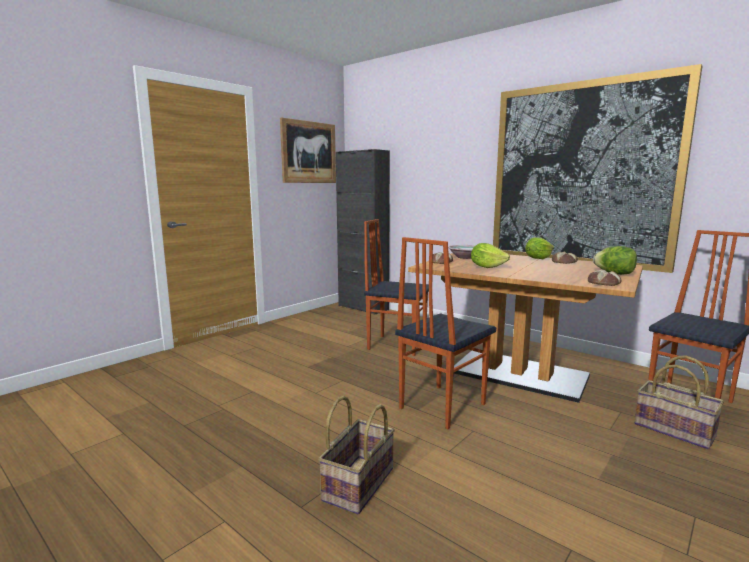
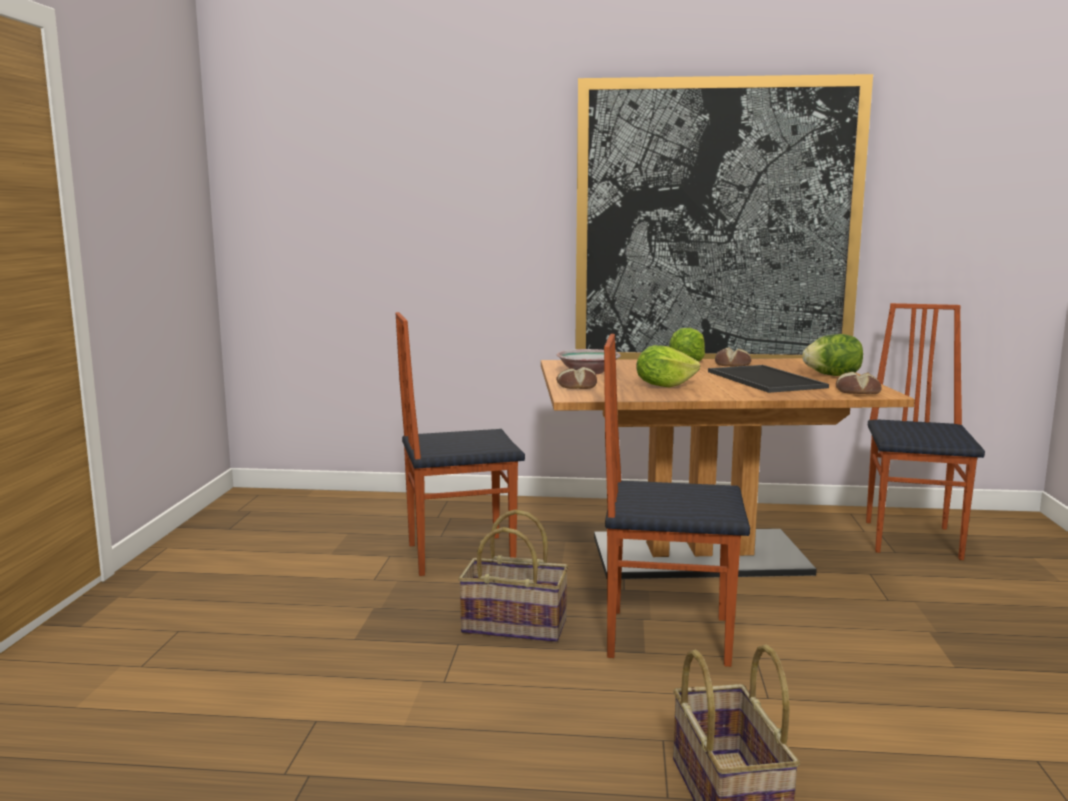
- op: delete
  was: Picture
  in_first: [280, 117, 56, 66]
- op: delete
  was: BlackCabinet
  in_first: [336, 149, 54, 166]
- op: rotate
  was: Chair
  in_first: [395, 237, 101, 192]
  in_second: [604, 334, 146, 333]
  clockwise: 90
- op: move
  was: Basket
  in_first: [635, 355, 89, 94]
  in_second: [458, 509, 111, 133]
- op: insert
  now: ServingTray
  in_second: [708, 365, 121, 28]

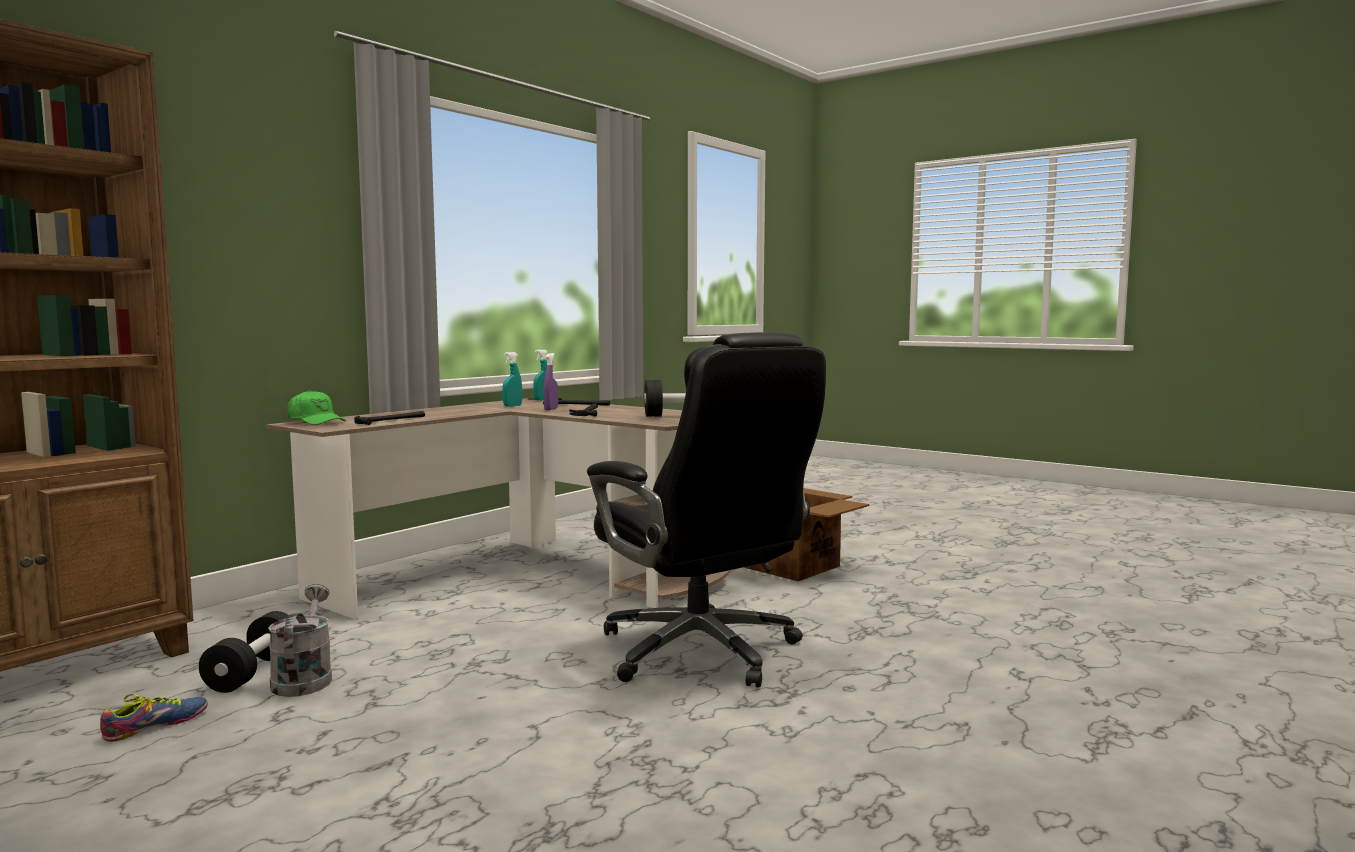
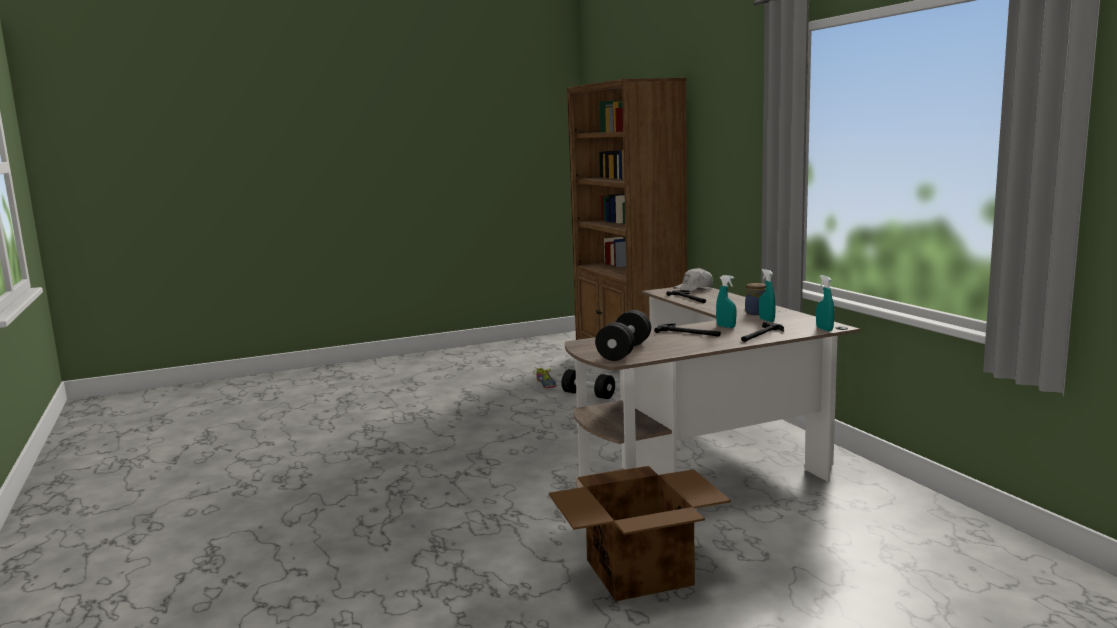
- op: delete
  was: BlackOfficeChair
  in_first: [587, 332, 239, 356]
- op: recolor
  was: PurplishSprayBottle
  now: TurquoiseSprayBottle
  in_first: [543, 353, 15, 57]
  in_second: [716, 275, 21, 53]
- op: recolor
  was: GreenColouredCap
  now: WhiteColouredCap
  in_first: [288, 390, 58, 35]
  in_second: [673, 268, 40, 24]
- op: delete
  was: GreySprinklingCan
  in_first: [268, 584, 64, 113]
- op: insert
  now: StorageJar
  in_second: [745, 283, 21, 32]

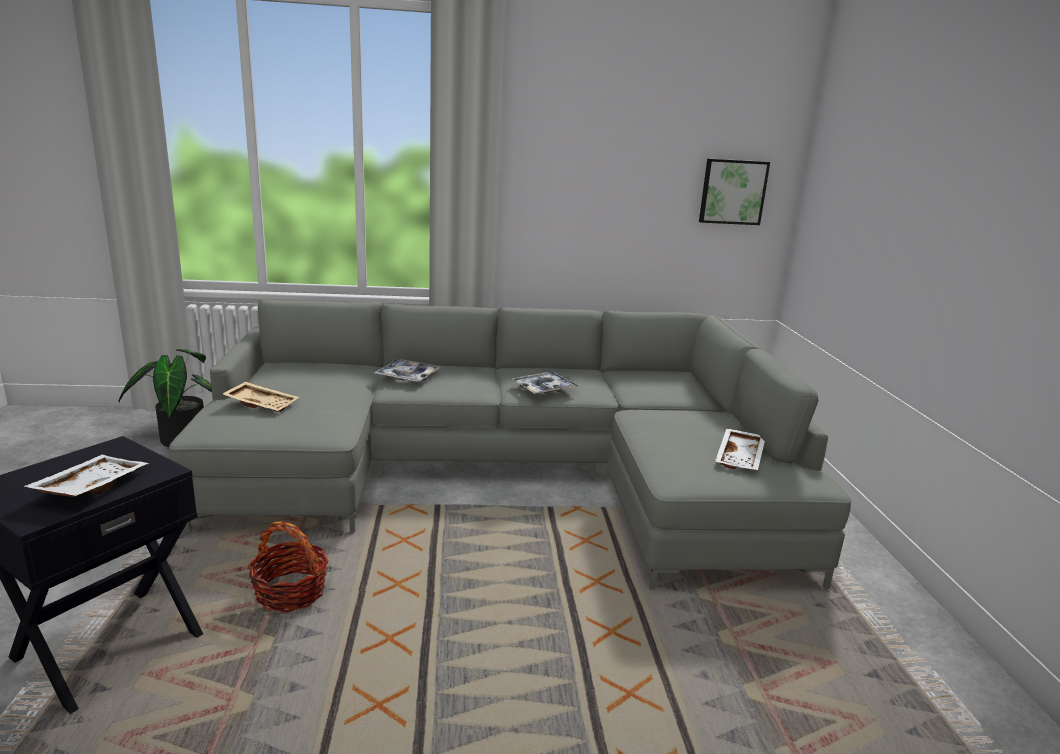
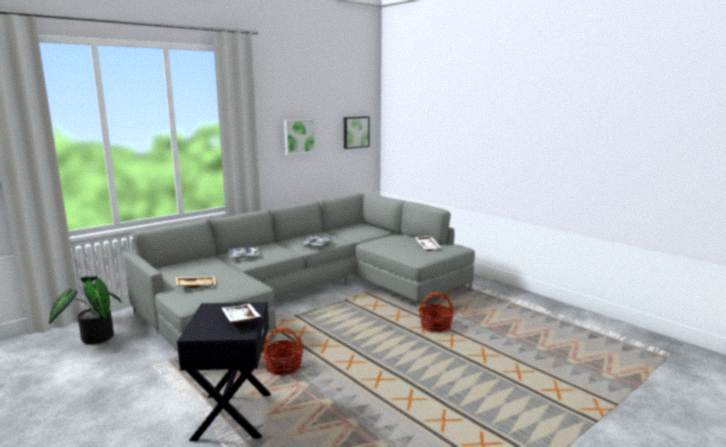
- op: insert
  now: Picture
  in_second: [284, 119, 31, 36]
- op: insert
  now: Basket
  in_second: [418, 292, 36, 41]

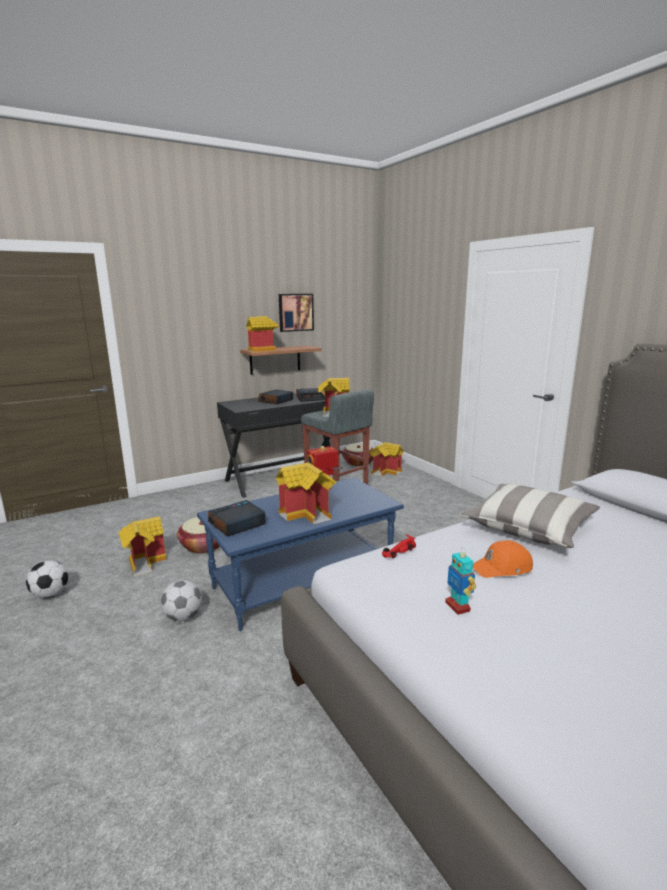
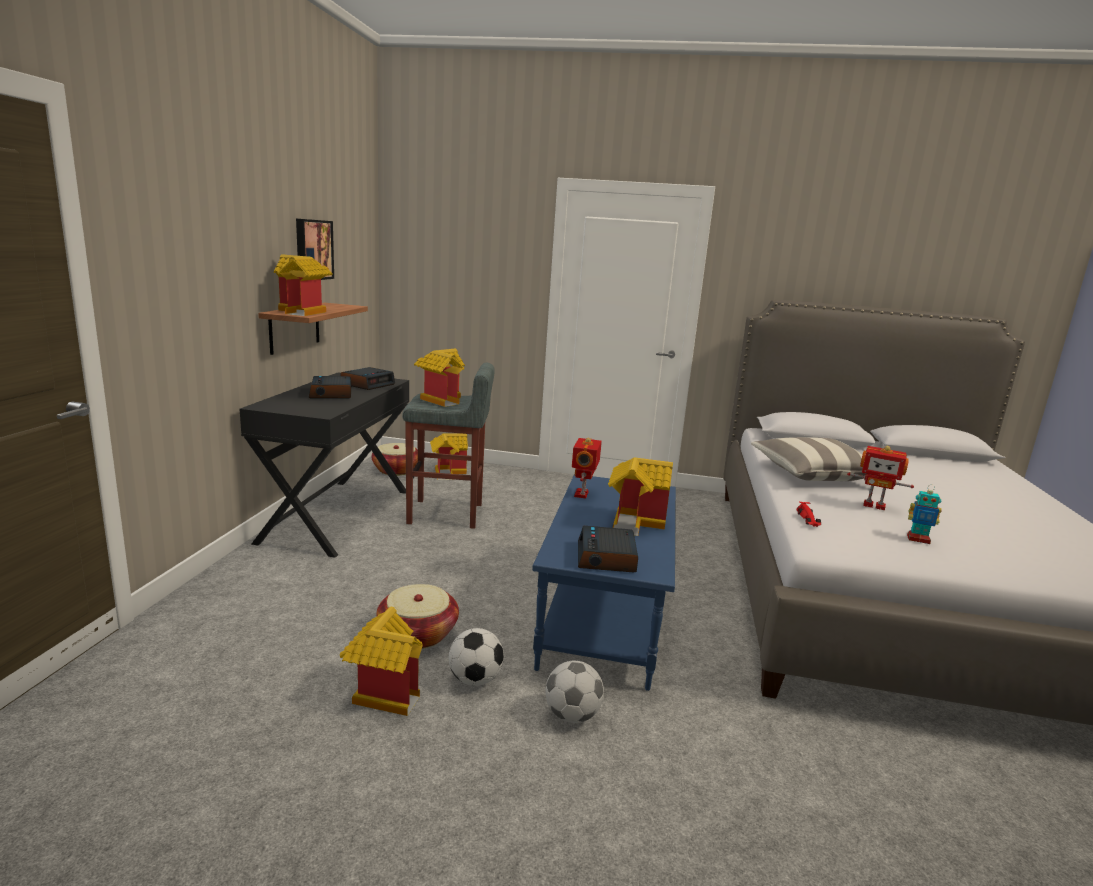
- op: replace
  was: OrangeyCap
  now: ModelRobot
  in_first: [473, 540, 60, 38]
  in_second: [847, 446, 67, 64]
- op: move
  was: FootballBall
  in_first: [26, 560, 42, 38]
  in_second: [449, 628, 55, 58]

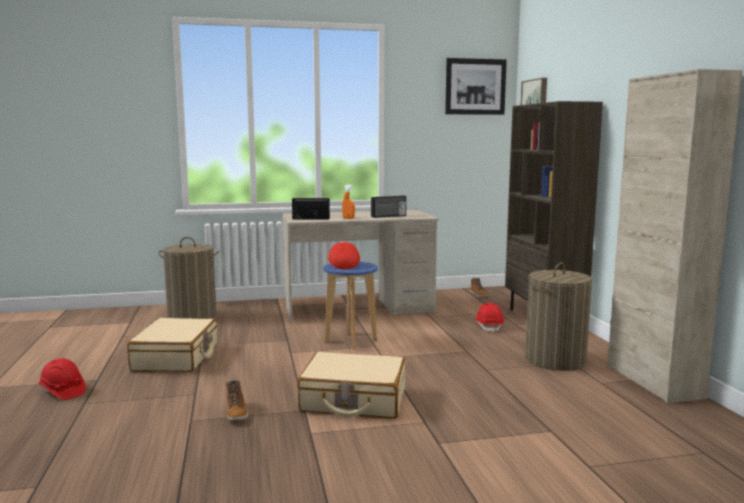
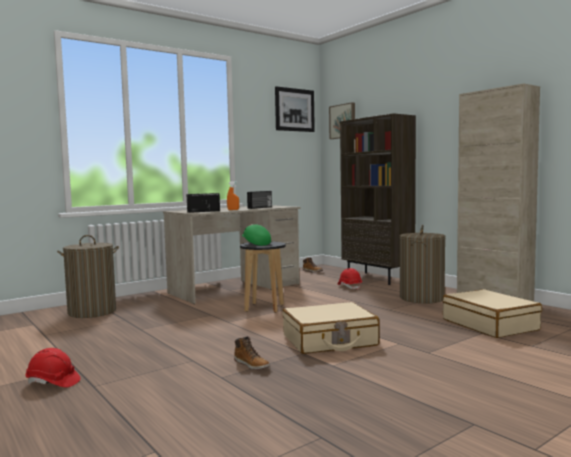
- op: recolor
  was: RedColouredCap
  now: GreenColouredCap
  in_first: [328, 242, 32, 27]
  in_second: [242, 224, 29, 22]
- op: recolor
  was: BlueColouredStool
  now: BlackStool
  in_first: [323, 262, 55, 87]
  in_second: [240, 241, 46, 72]
- op: move
  was: SandColouredSuitcase
  in_first: [127, 318, 90, 54]
  in_second: [443, 289, 99, 49]

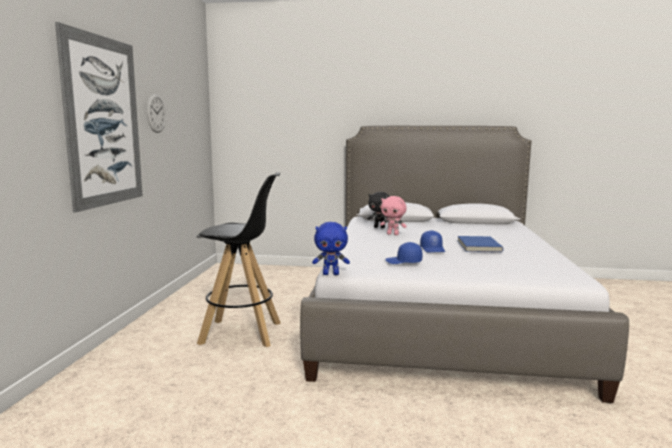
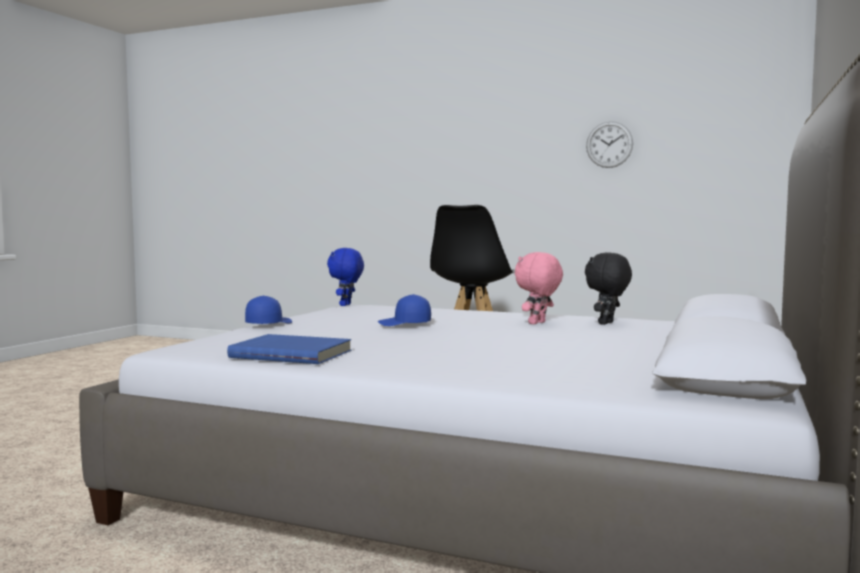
- op: delete
  was: Picture
  in_first: [55, 22, 88, 190]
- op: move
  was: BlueColouredVolume
  in_first: [458, 236, 45, 16]
  in_second: [227, 334, 124, 30]
- op: move
  was: BlueColouredCap
  in_first: [385, 242, 38, 22]
  in_second: [245, 295, 47, 29]

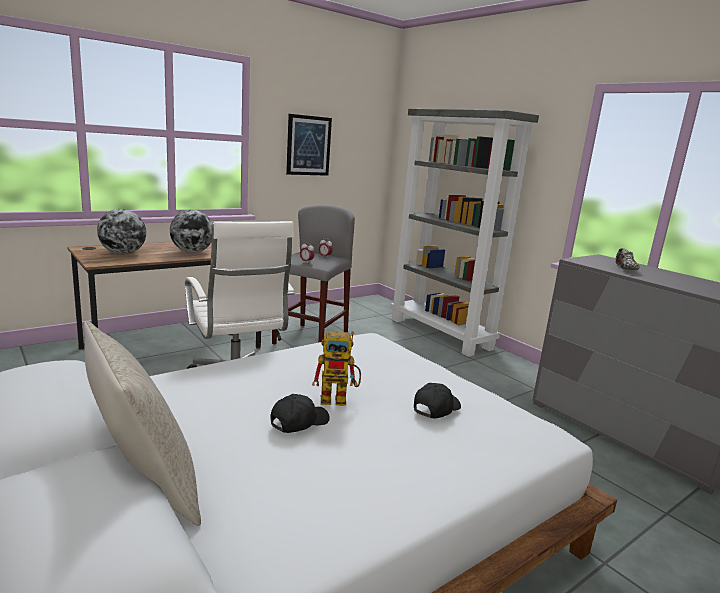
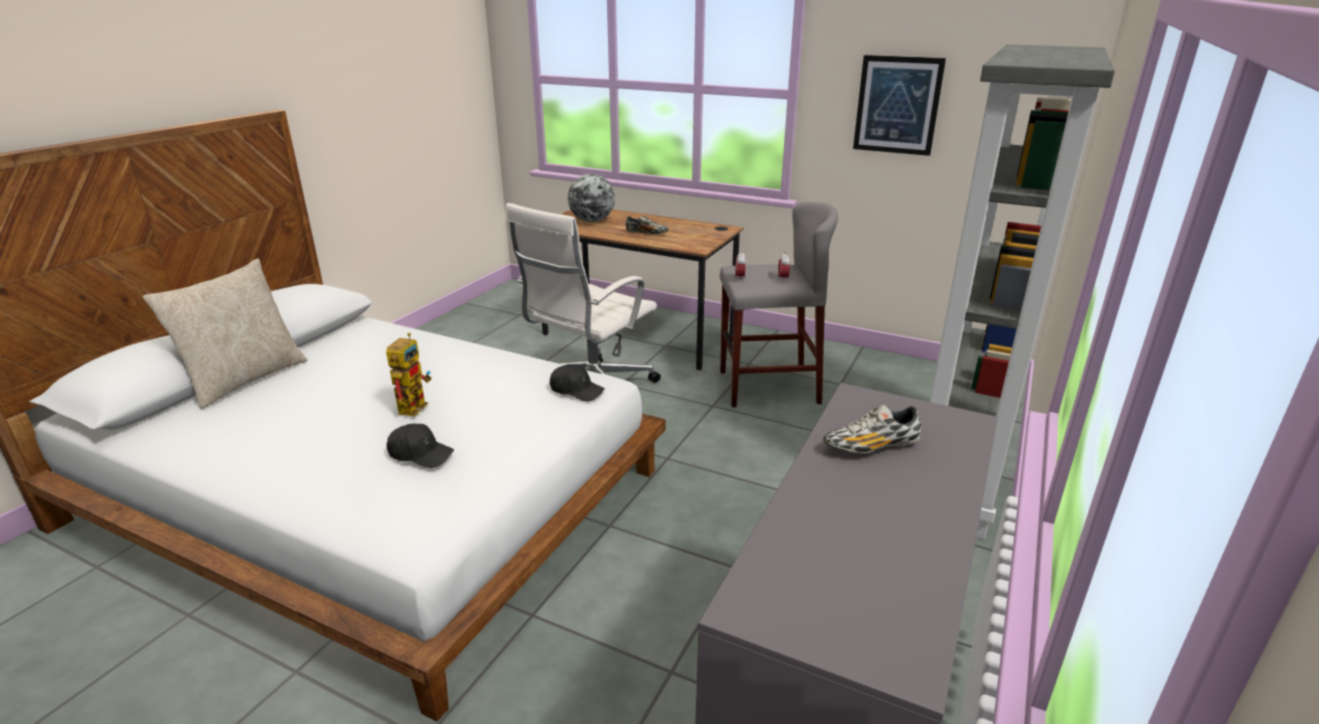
- op: replace
  was: DeskGlobe
  now: LowShoe
  in_first: [170, 210, 43, 43]
  in_second: [626, 216, 43, 18]
- op: rotate
  was: ModelRobot
  in_first: [312, 331, 49, 75]
  in_second: [386, 333, 46, 84]
  clockwise: -135
- op: move
  was: BlackCap
  in_first: [270, 394, 59, 39]
  in_second: [550, 364, 55, 38]

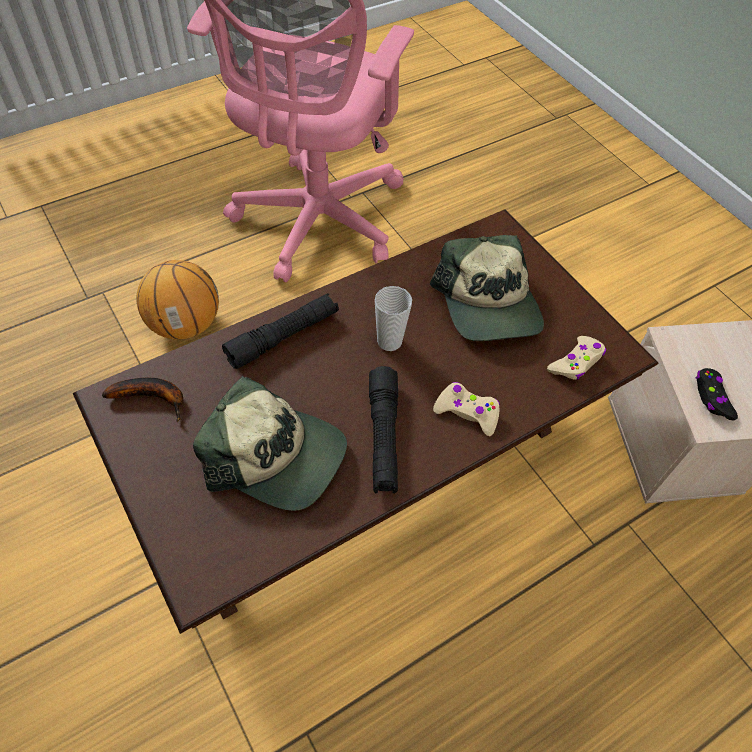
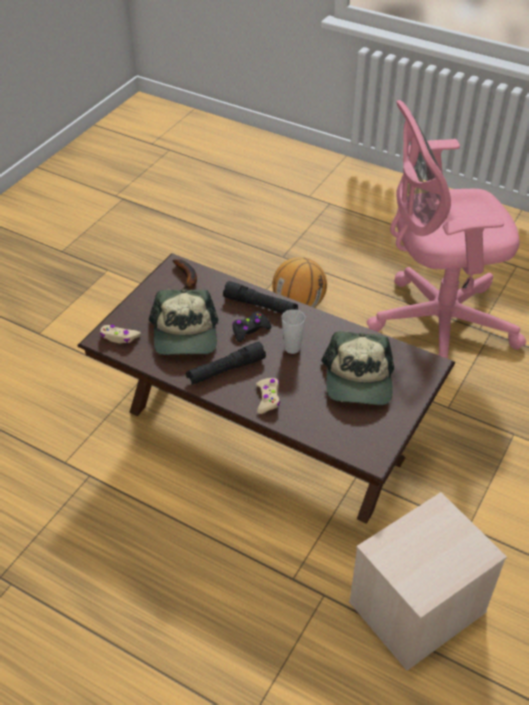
- op: rotate
  was: Cap
  in_first: [430, 235, 114, 106]
  in_second: [321, 332, 73, 73]
  clockwise: -45
- op: move
  was: SandColouredGamepad
  in_first: [547, 336, 59, 43]
  in_second: [100, 325, 41, 18]
- op: move
  was: BlackGamepad
  in_first: [696, 368, 42, 52]
  in_second: [232, 312, 39, 30]

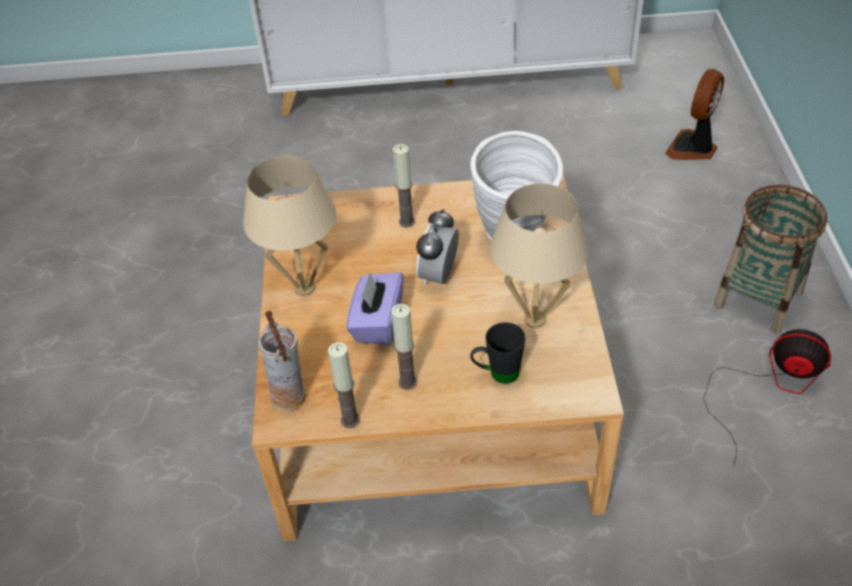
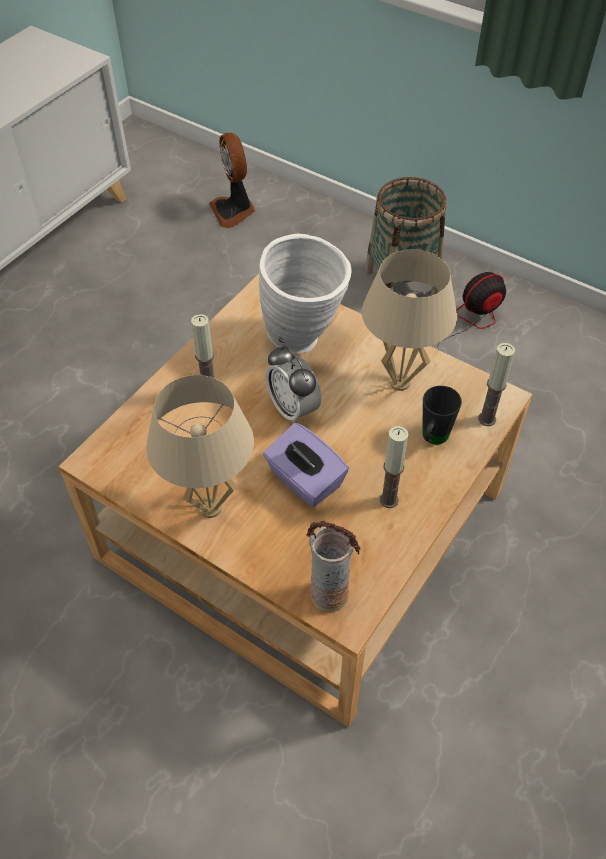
- op: move
  was: WaxLight
  in_first: [328, 342, 32, 86]
  in_second: [478, 343, 37, 83]

